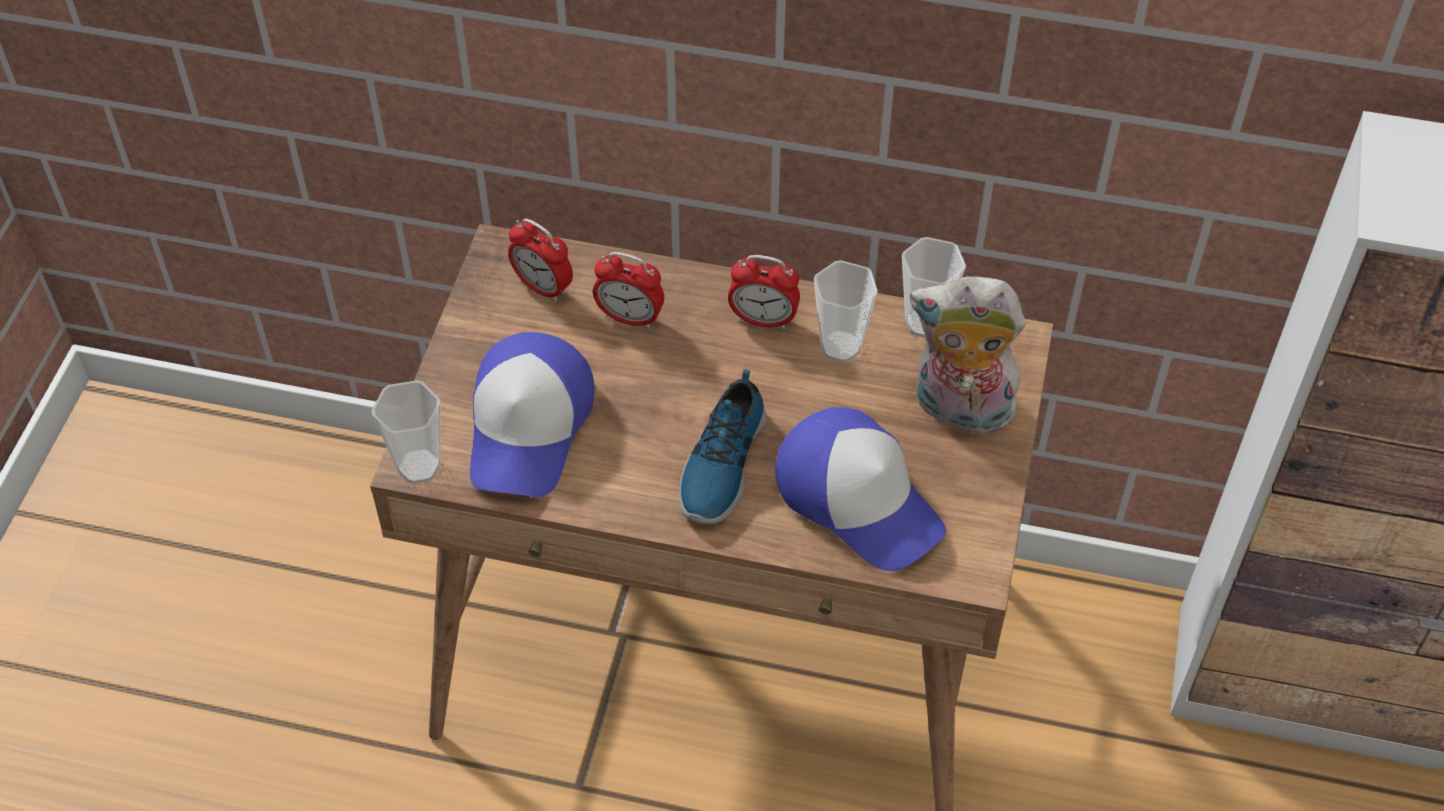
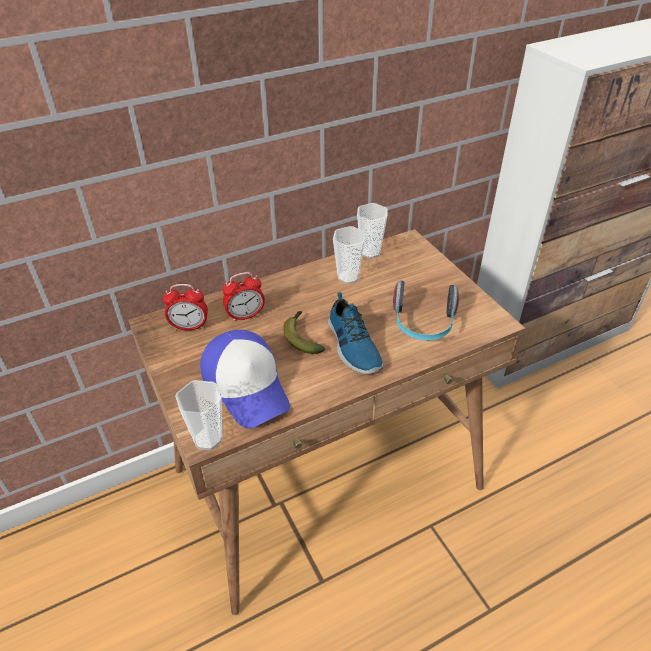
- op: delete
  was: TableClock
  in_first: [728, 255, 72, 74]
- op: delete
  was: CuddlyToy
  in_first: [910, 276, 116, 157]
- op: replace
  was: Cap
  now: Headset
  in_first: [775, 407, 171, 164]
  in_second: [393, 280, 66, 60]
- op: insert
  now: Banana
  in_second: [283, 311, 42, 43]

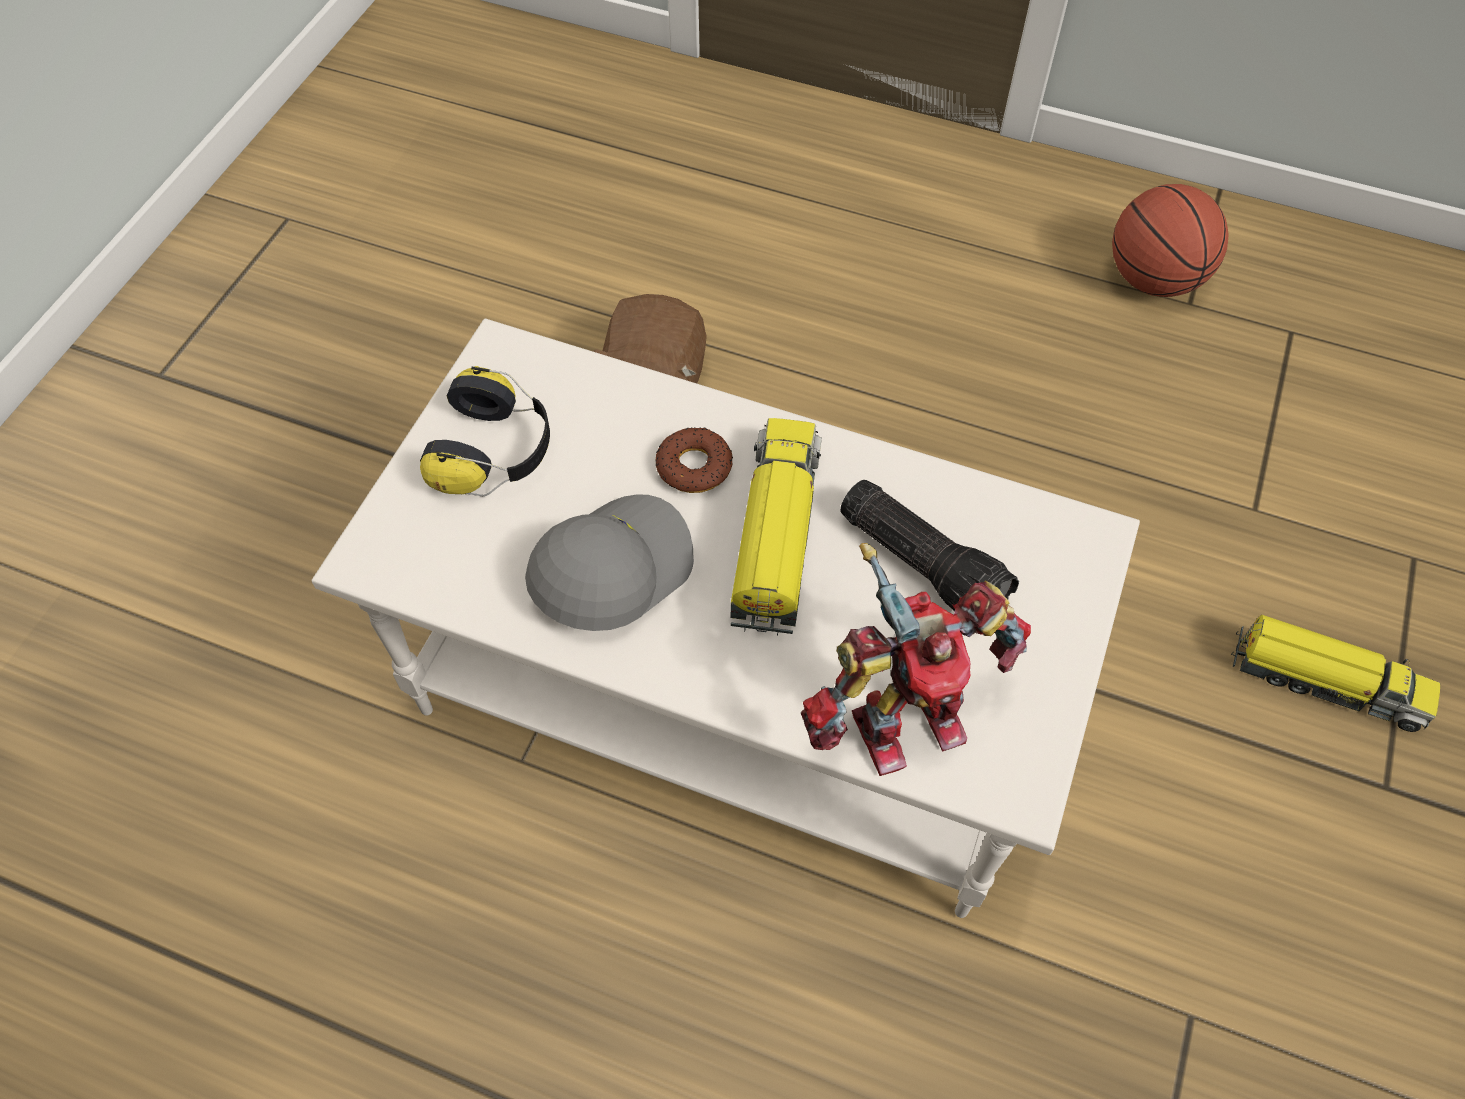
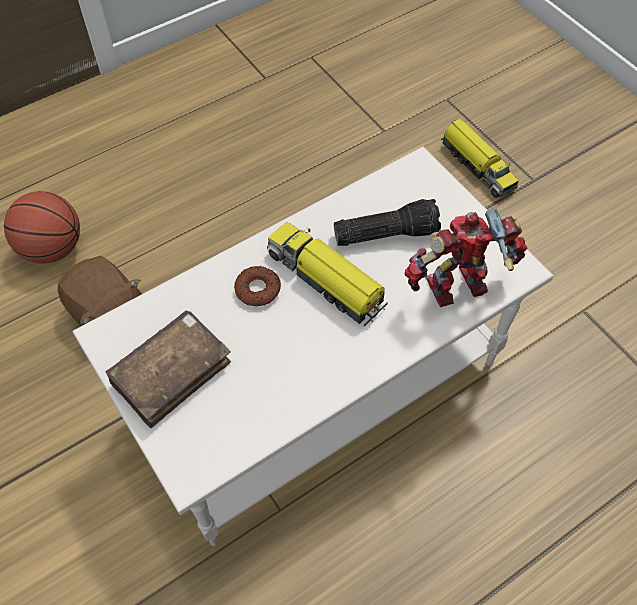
- op: move
  was: BasketballBall
  in_first: [1112, 184, 117, 113]
  in_second: [4, 191, 76, 73]
- op: replace
  was: Headset
  now: BrownColouredVolume
  in_first: [420, 366, 130, 130]
  in_second: [105, 311, 126, 117]
- op: delete
  was: GreyCap
  in_first: [525, 494, 169, 137]
- op: rotate
  was: ModelRobot
  in_first: [801, 543, 230, 233]
  in_second: [404, 208, 123, 99]
  clockwise: -120
- op: rotate
  was: ToyLorry
  in_first: [1231, 615, 209, 117]
  in_second: [441, 119, 78, 79]
  clockwise: 90

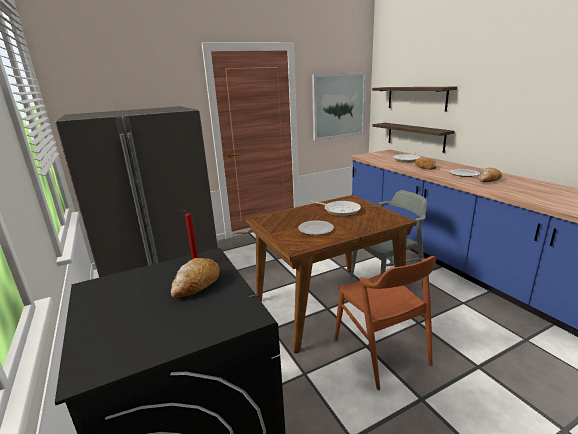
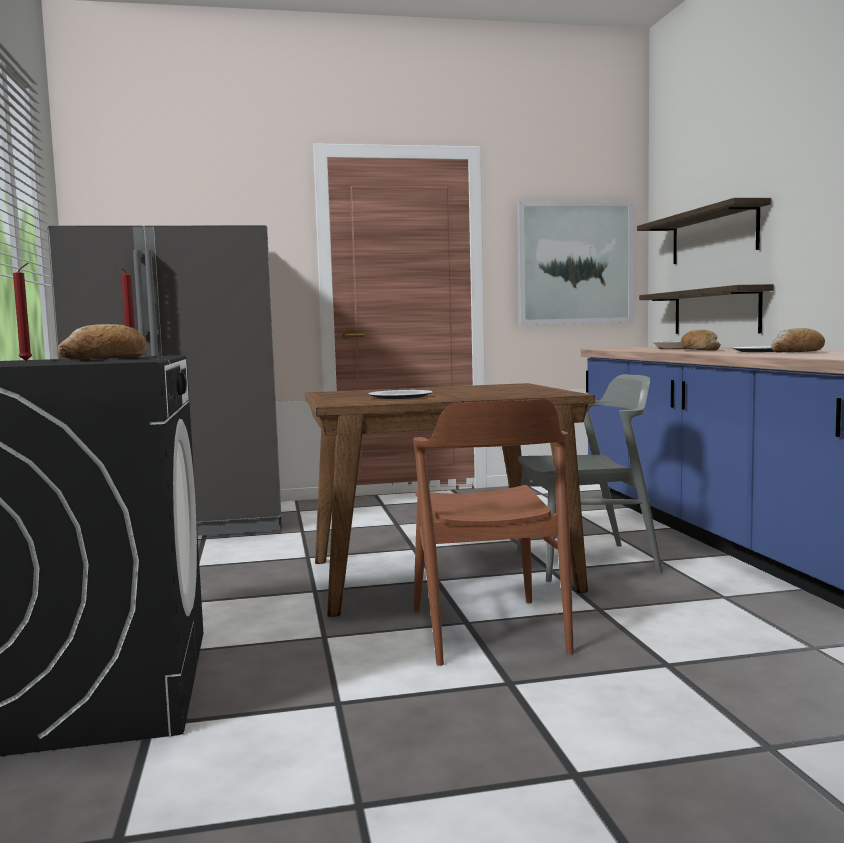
- op: delete
  was: FryingPan
  in_first: [311, 201, 50, 15]
- op: insert
  now: RedColouredWaxLight
  in_second: [13, 263, 19, 98]

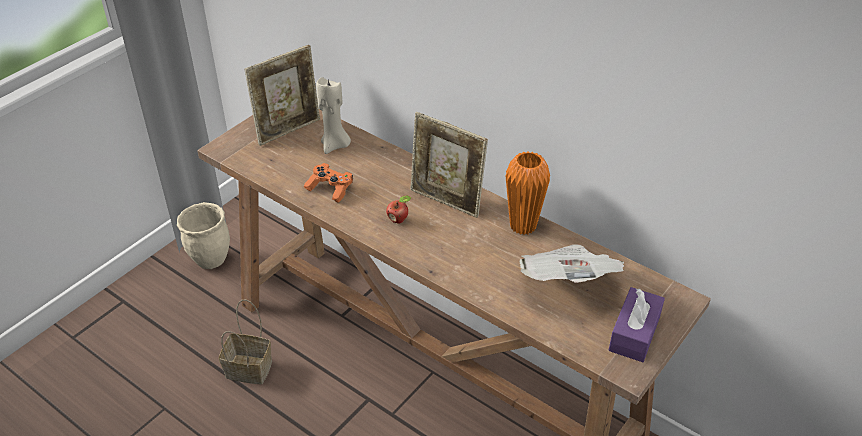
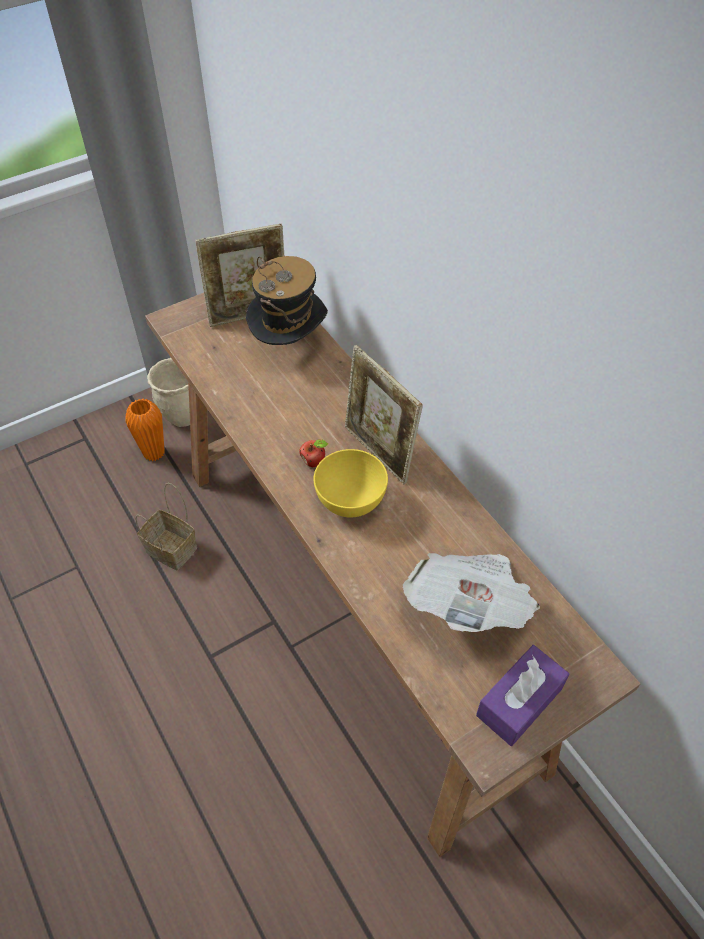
- op: replace
  was: SandColouredWaxLight
  now: ClothingHat
  in_first: [316, 77, 35, 77]
  in_second: [246, 256, 82, 89]
- op: move
  was: OrangeyFlowerVase
  in_first: [506, 152, 44, 83]
  in_second: [126, 399, 39, 62]
- op: delete
  was: OrangeyGamepad
  in_first: [304, 163, 49, 40]
- op: insert
  now: YellowishDeepDish
  in_second: [313, 449, 75, 68]

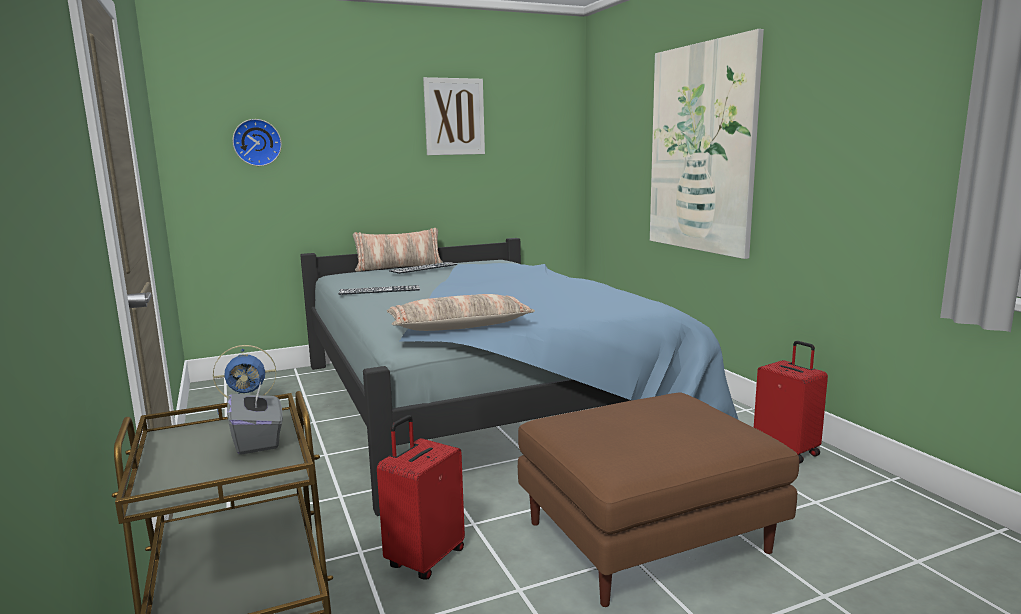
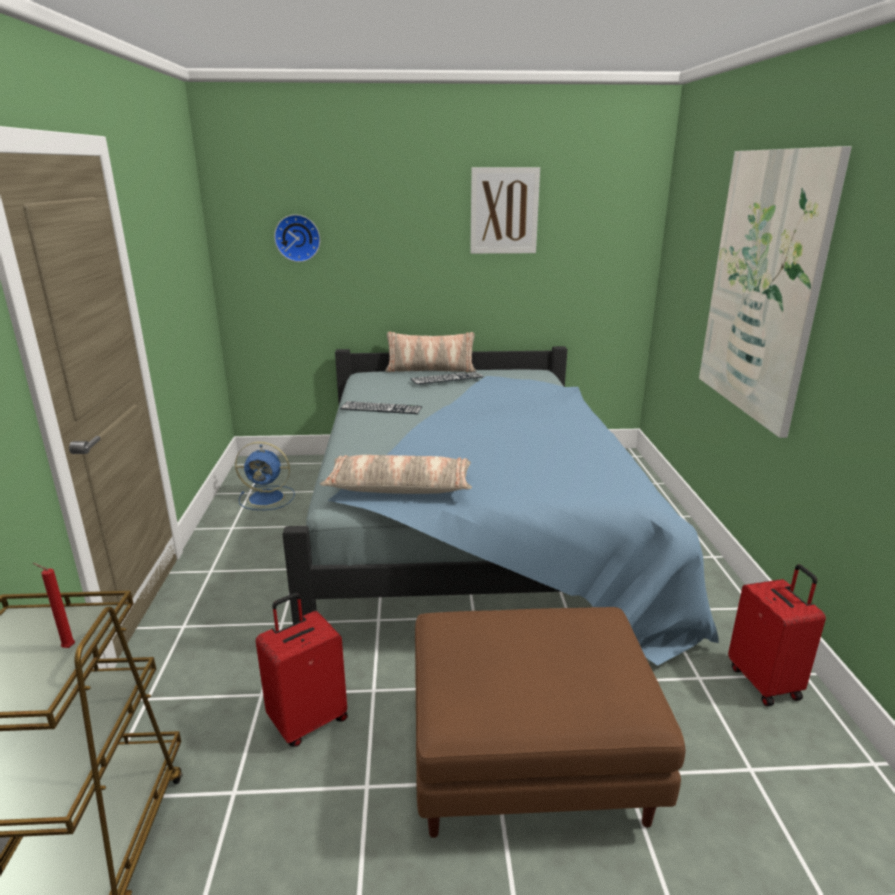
- op: replace
  was: GreyTissueHolder
  now: RedColouredWaxLight
  in_first: [227, 381, 56, 74]
  in_second: [33, 563, 42, 85]

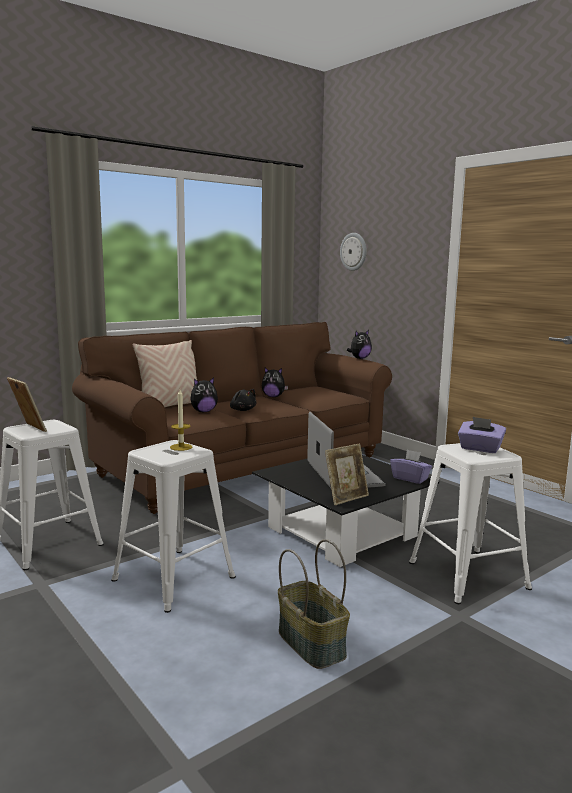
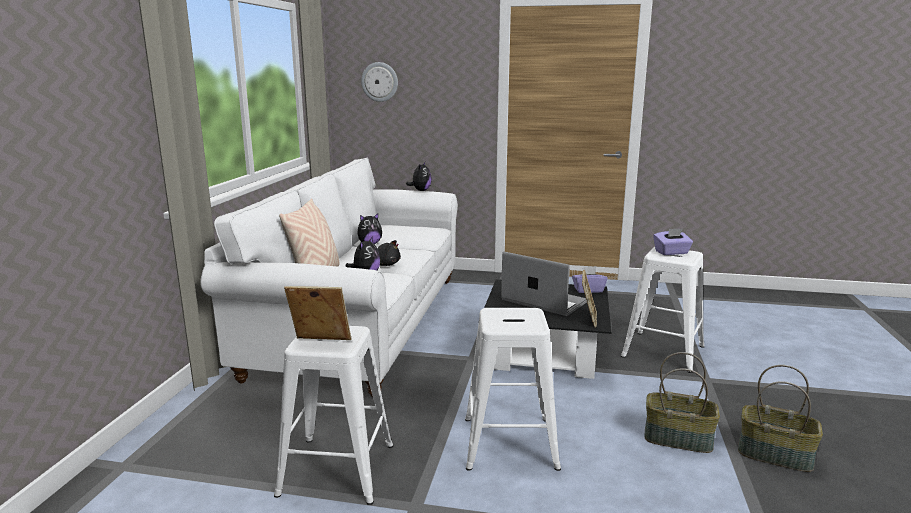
- op: recolor
  was: BrownColouredCouch
  now: WhiteColouredCouch
  in_first: [72, 322, 320, 192]
  in_second: [200, 157, 258, 240]
- op: delete
  was: WaxLight
  in_first: [170, 389, 23, 62]
- op: insert
  now: Basket
  in_second: [738, 365, 85, 107]

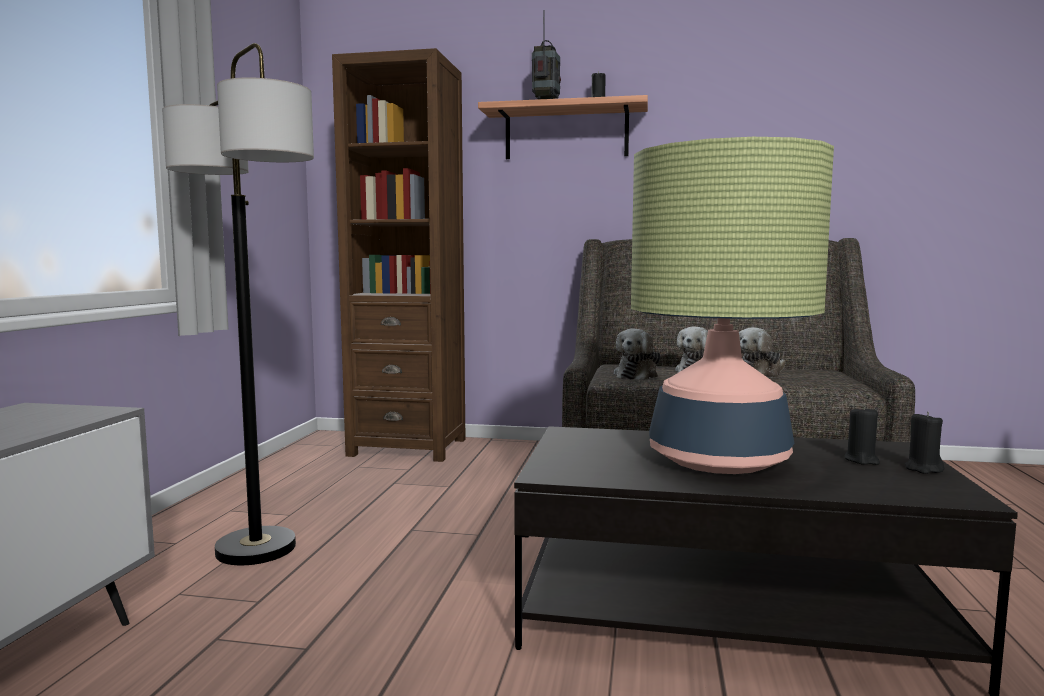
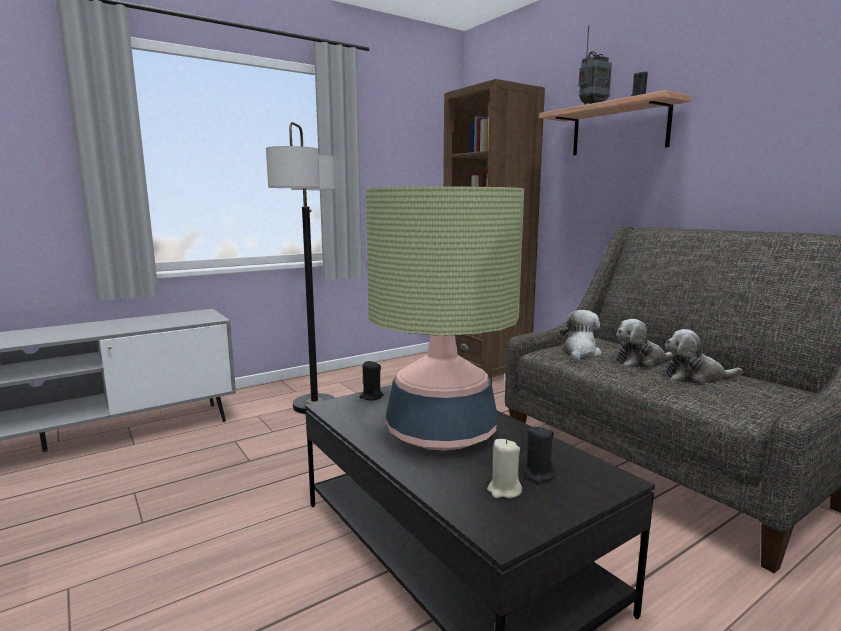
- op: rotate
  was: CuddlyToy
  in_first: [614, 328, 47, 52]
  in_second: [560, 310, 41, 51]
  clockwise: 135
- op: move
  was: BlackWaxLight
  in_first: [905, 412, 39, 62]
  in_second: [359, 361, 25, 39]
- op: insert
  now: SandColouredWaxLight
  in_second: [487, 439, 35, 59]

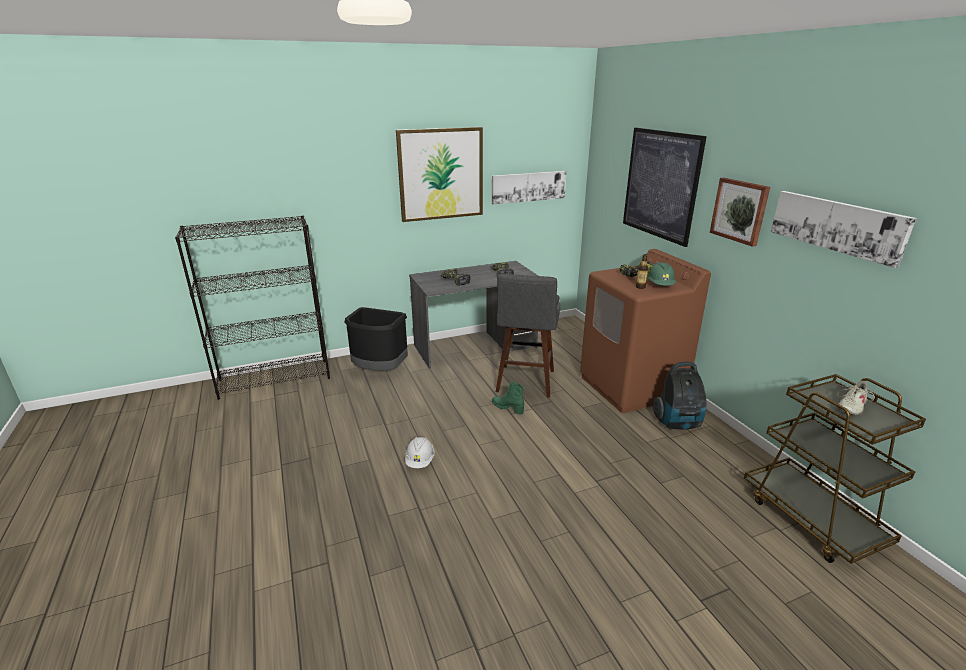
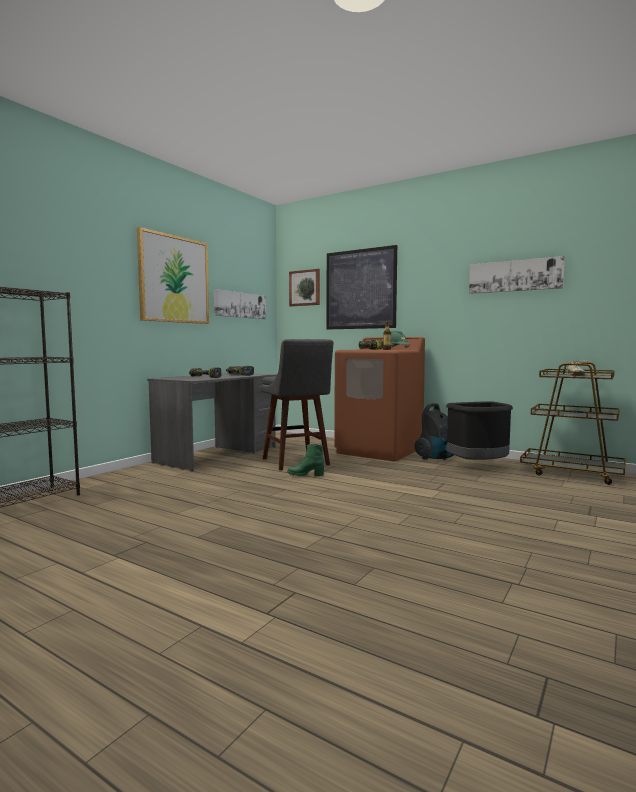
- op: move
  was: Picture
  in_first: [710, 178, 60, 69]
  in_second: [289, 269, 31, 37]
- op: move
  was: BlackWasteBin
  in_first: [344, 307, 64, 63]
  in_second: [446, 401, 67, 59]
- op: delete
  was: WhiteColouredWorkHelmet
  in_first: [405, 437, 30, 31]

